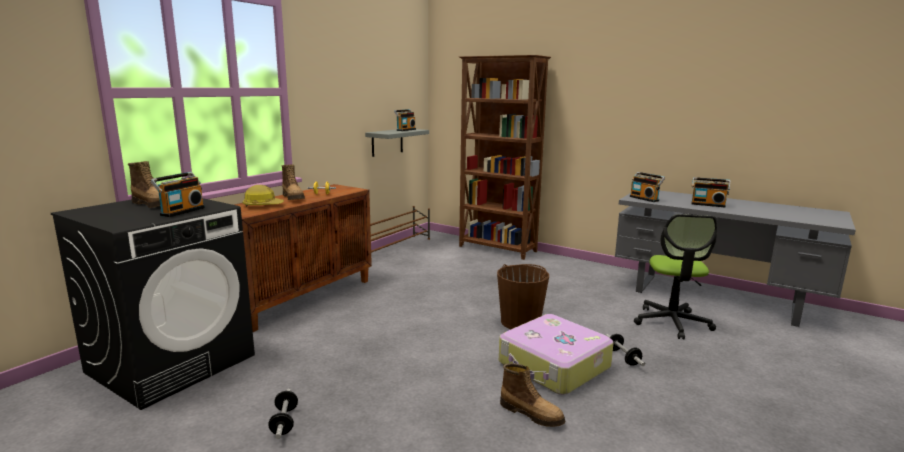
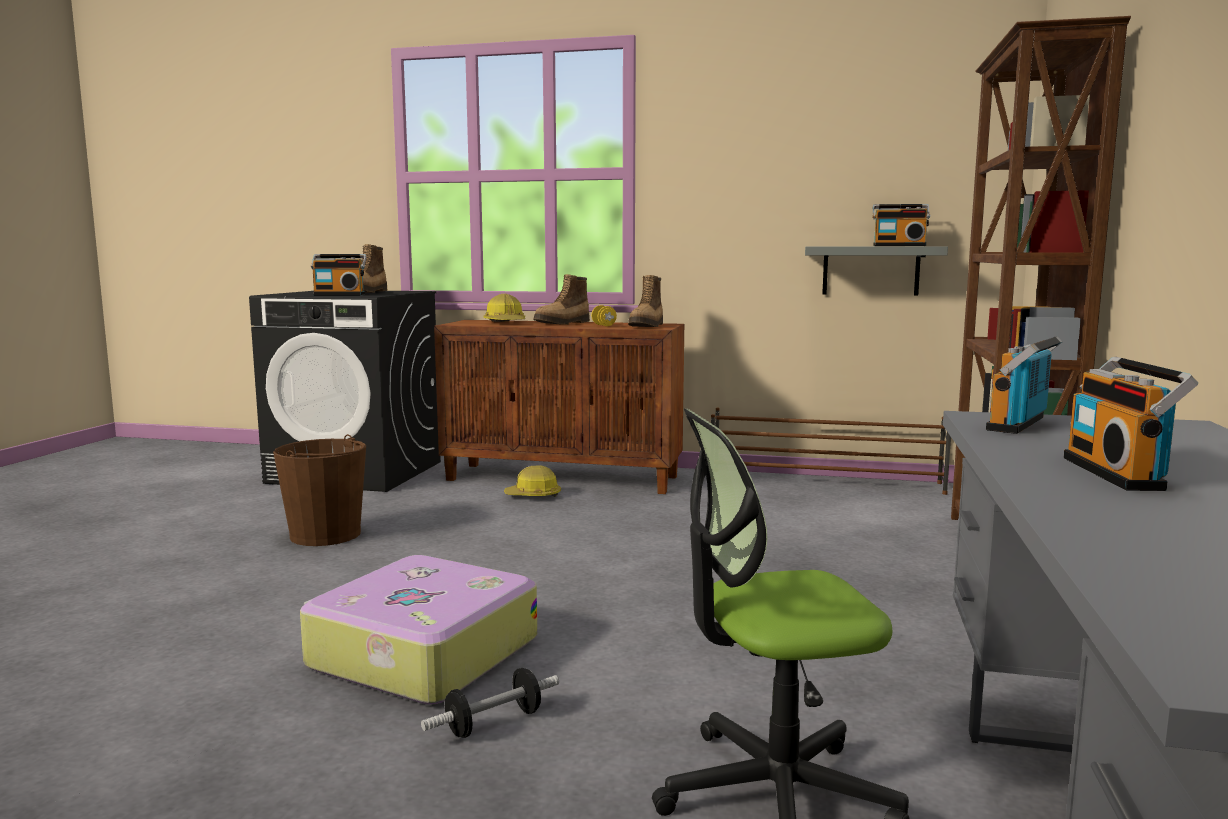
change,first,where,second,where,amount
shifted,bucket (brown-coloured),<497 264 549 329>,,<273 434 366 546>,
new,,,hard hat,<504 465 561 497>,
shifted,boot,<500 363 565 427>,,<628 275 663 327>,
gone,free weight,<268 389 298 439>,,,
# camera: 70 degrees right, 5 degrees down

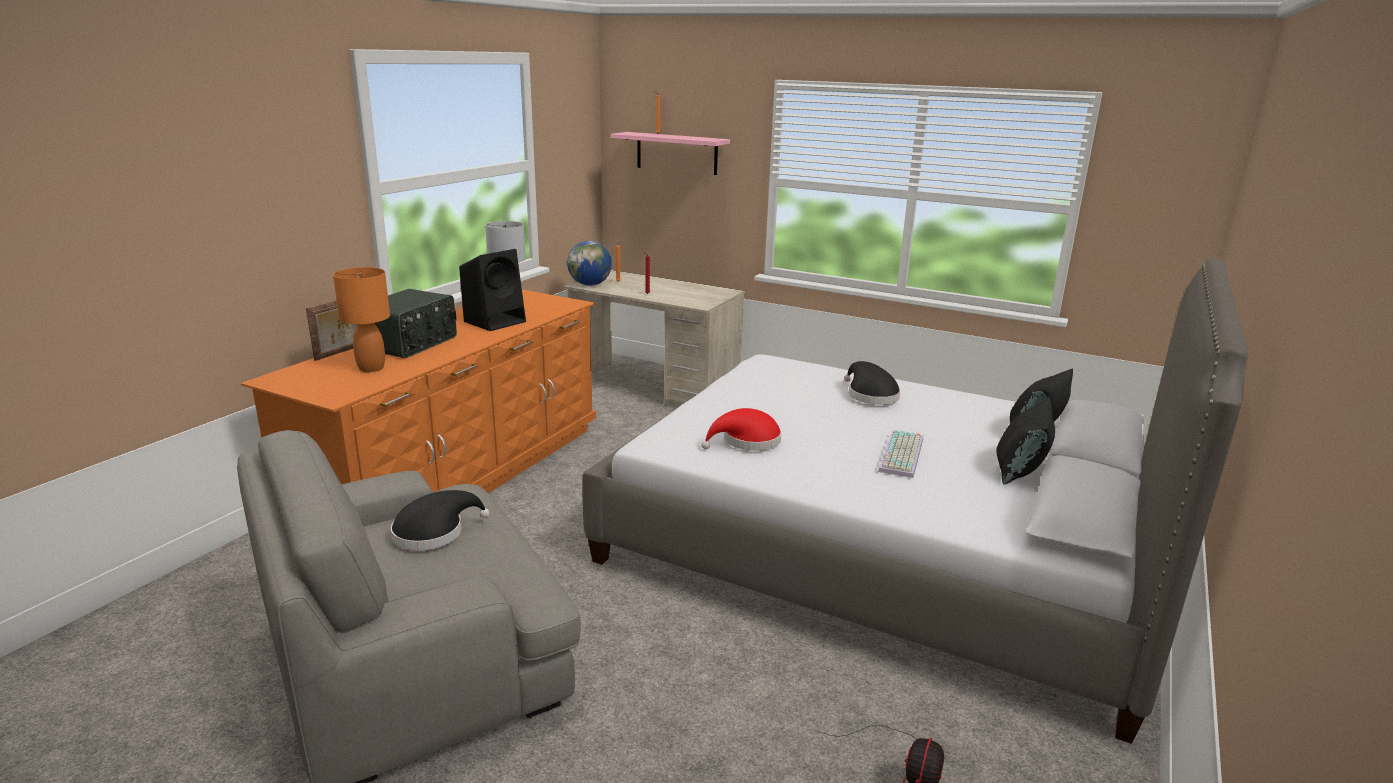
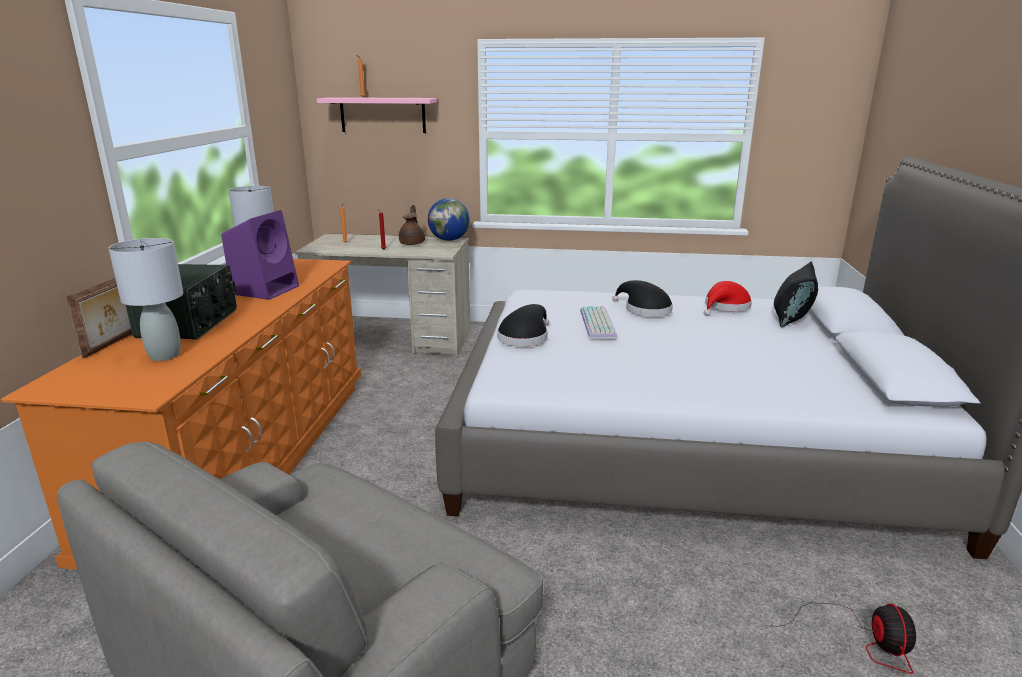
change,first,where,second,where,amount
repainted,tabletop lamp (orangey),<333 267 390 372>,tabletop lamp (grey),<109 238 183 361>,
repainted,speaker (blackish),<459 249 526 331>,speaker (purplish),<221 210 299 300>,
new,,,teapot (brown-coloured),<399 205 425 245>,
shifted,world globe,<567 241 612 286>,,<428 198 470 241>,
shifted,clothing hat (blackish),<391 490 490 551>,,<497 304 549 346>,
shifted,PC keyboard,<878 430 923 478>,,<580 306 617 338>,
shifted,clothing hat (red),<701 408 782 451>,,<704 281 752 316>,
gone,pillow (blackish),<997 396 1055 485>,,,
# camera: 20 degrees left, 0 degrees up

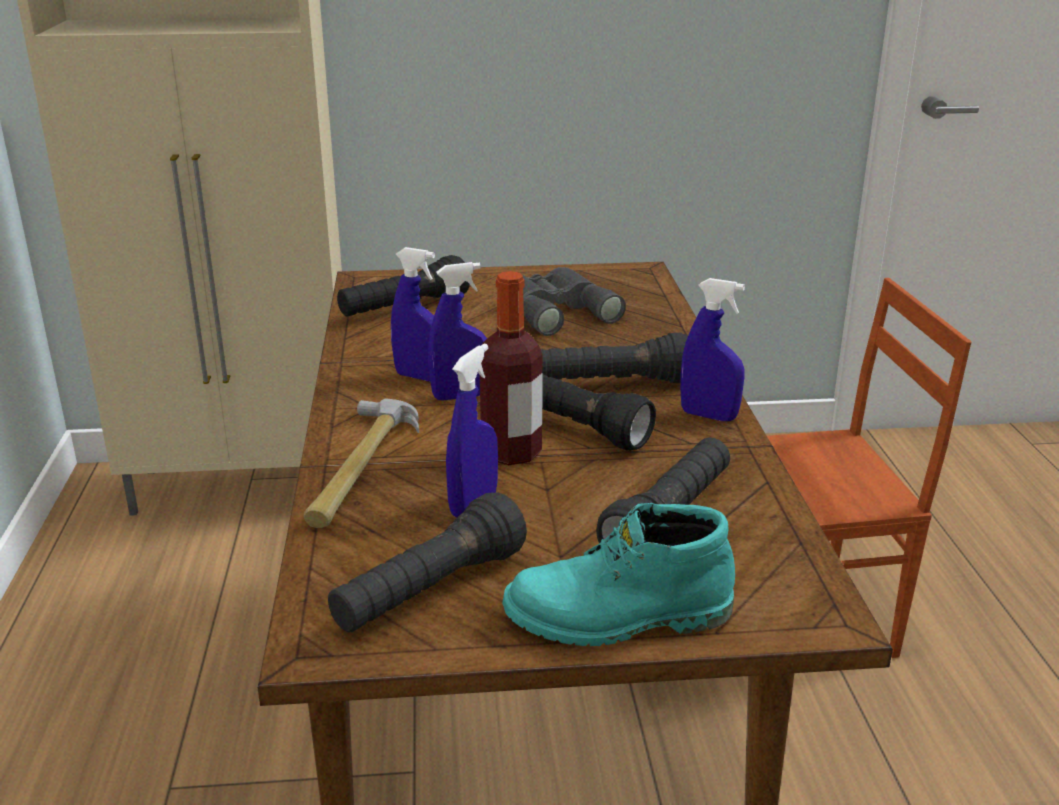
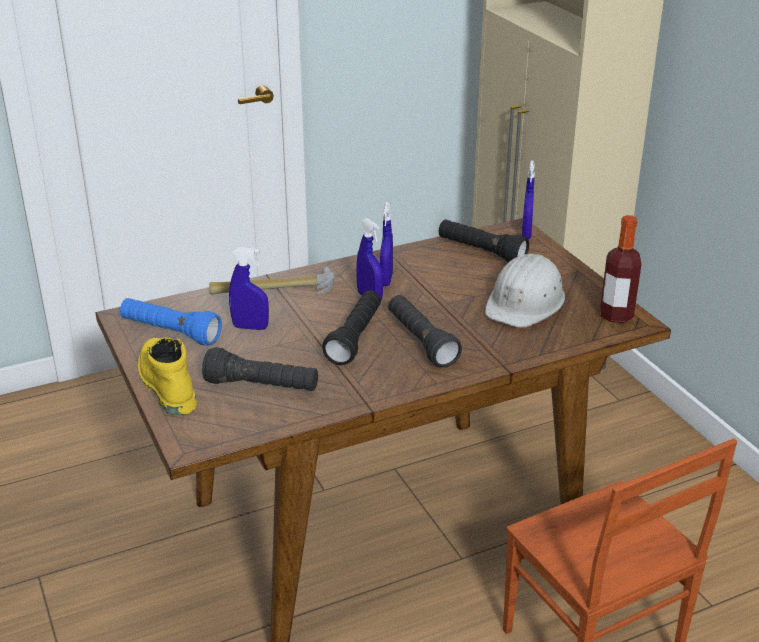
change,first,where,second,where,amount
repainted,flashlight (blackish),<328 492 527 632>,flashlight (blue-coloured),<120 298 222 346>,
repainted,boot (blue-green),<502 502 735 646>,boot (yellow),<138 337 197 415>,
swapped,field glasses (grey),<522 267 626 336>,hard hat (white),<485 254 565 328>,
shifted,hand sprayer (blue-coloured),<680 278 745 421>,,<522 160 535 239>,
shifted,bottle,<480 271 543 465>,,<600 215 641 323>,
# camera: 70 degrees right, 5 degrees up

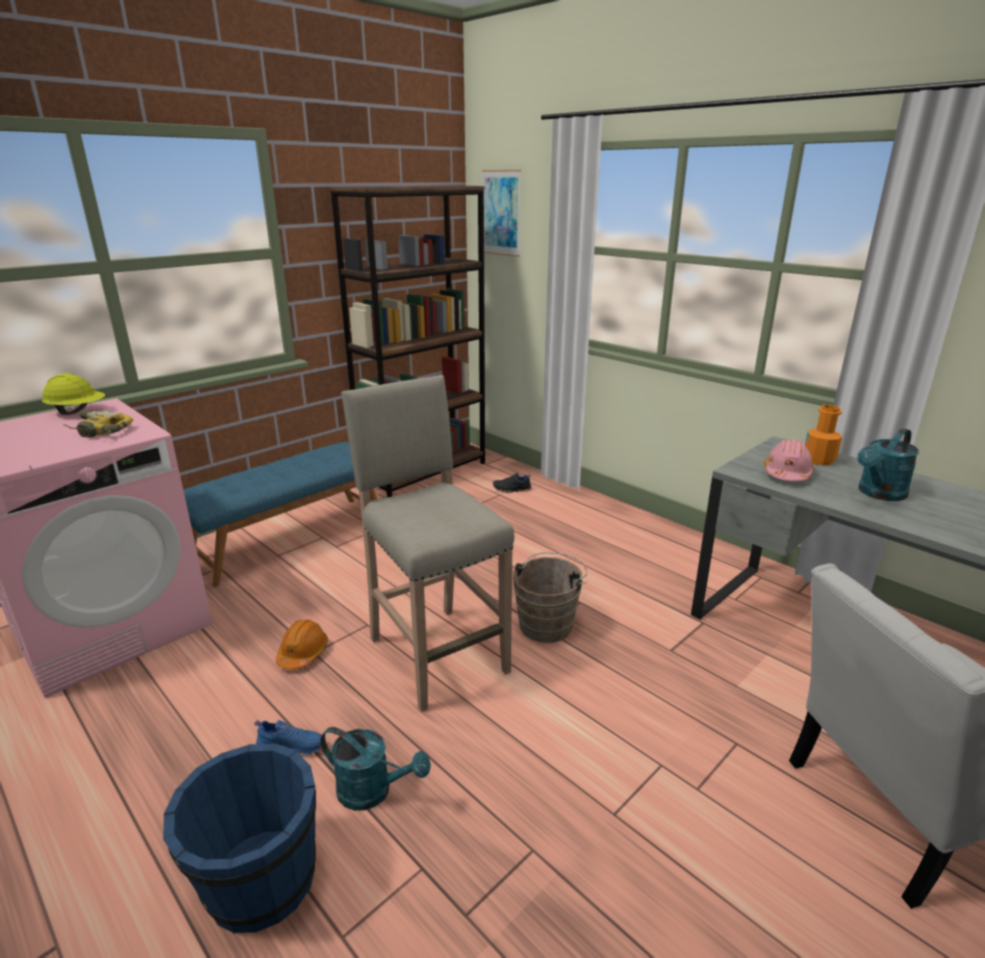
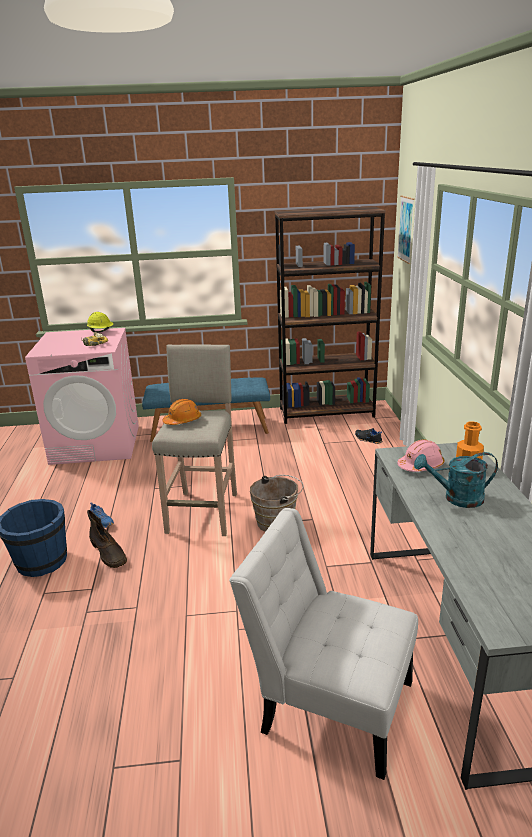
change,first,where,second,where,amount
swapped,watering can (blue-green),<320 727 431 810>,boot (brown-coloured),<87 510 127 568>,
shifted,hard hat (orangey),<276 619 328 670>,,<163 399 201 425>,
# camera: 40 degrees right, 0 degrees up

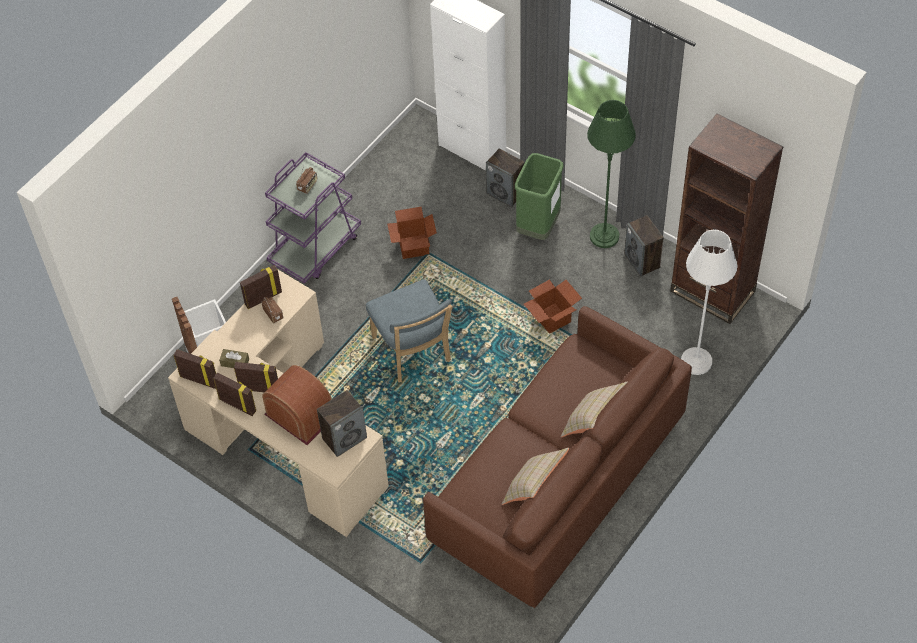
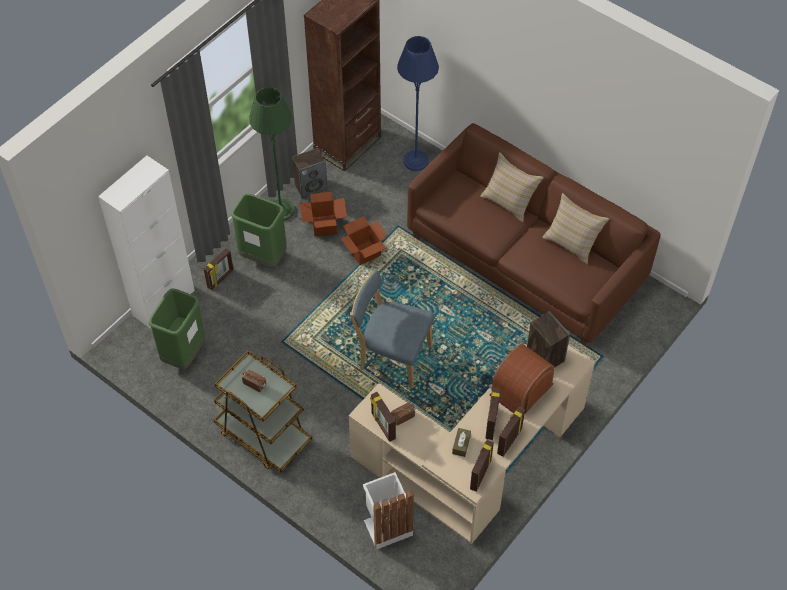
change,first,where,second,where,amount
new,,,rubbish bin (green-coloured),<149 289 205 369>,
swapped,speaker,<486 148 525 207>,picture frame,<204 248 233 290>,
repainted,wheeled cart (purplish),<265 152 361 284>,wheeled cart (brown-coloured),<214 350 312 472>,
shifted,carton,<387 207 437 259>,,<300 192 347 237>,
rotated,chair (blue-coloured),<366 280 452 382>,,<350 270 434 388>,135 degrees counterclockwise
repainted,standard lamp (white),<681 230 738 375>,standard lamp (blue-coloured),<397 36 439 171>,
# camera: 90 degrees left, 0 degrees up

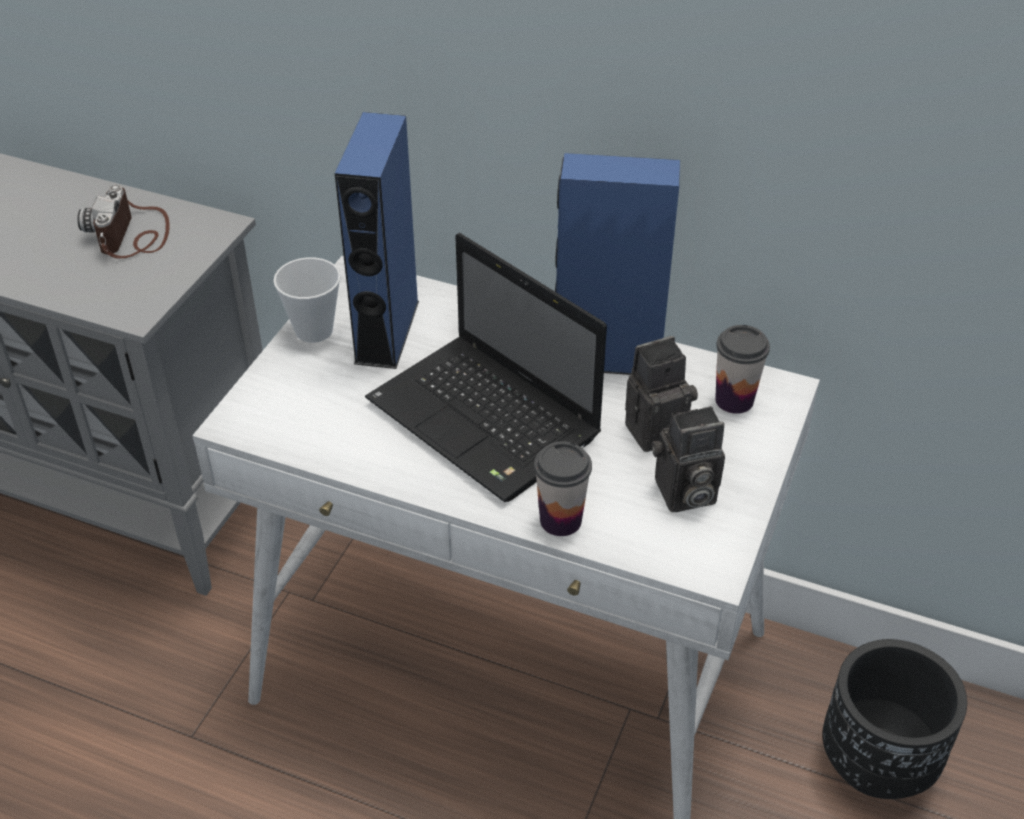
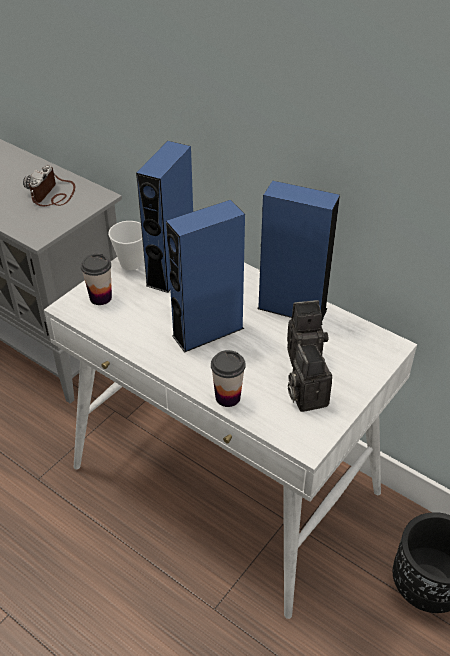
change,first,where,second,where,amount
shifted,drinking cup,<715 325 770 414>,,<81 254 112 305>,
swapped,laptop,<365 233 607 502>,speaker (blue-coloured),<166 200 245 353>,
rotated,still camera,<652 406 725 512>,,<288 343 332 412>,75 degrees clockwise
# camera: 15 degrees right, 0 degrees up

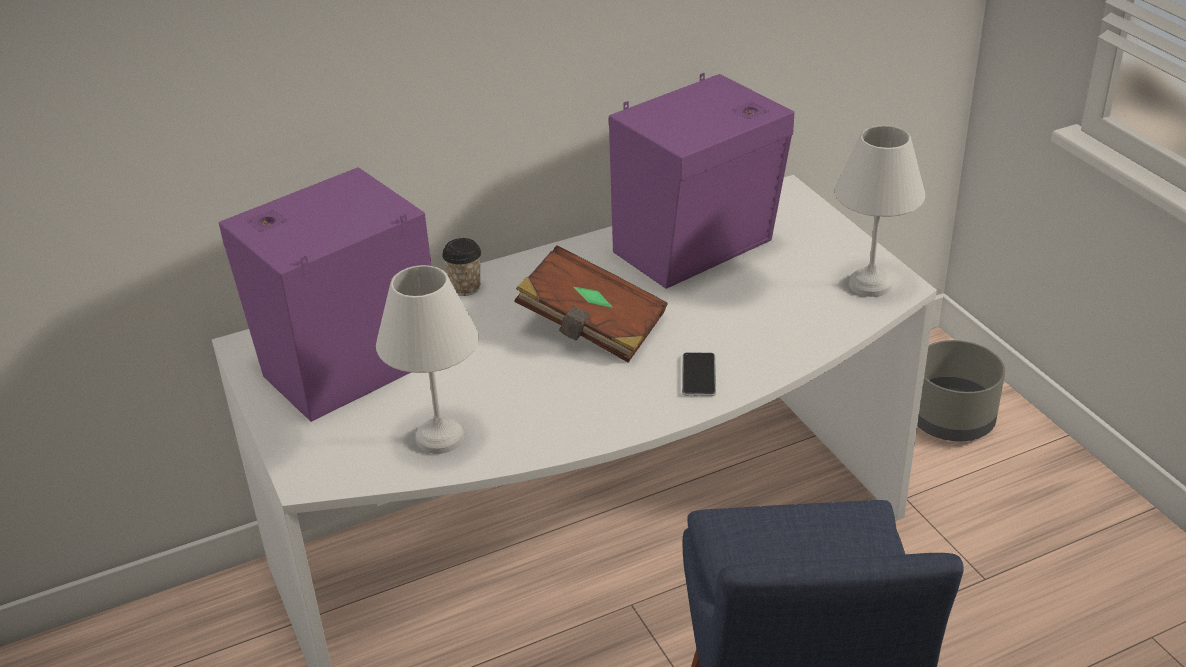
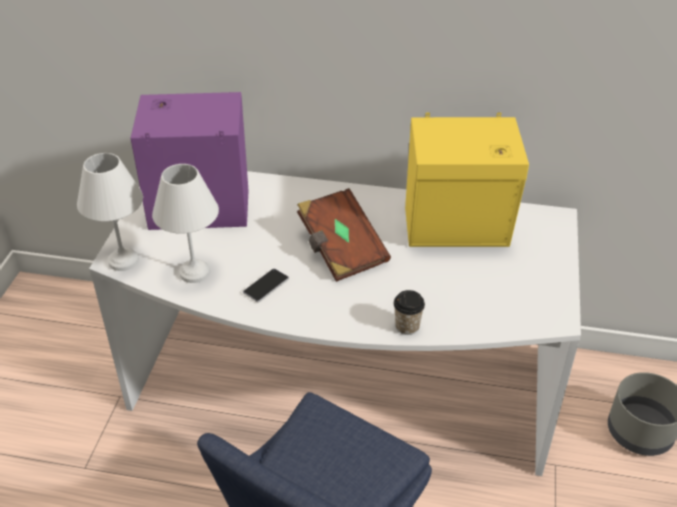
change,first,where,second,where,amount
shifted,tabletop lamp (white),<834 125 925 297>,,<77 153 143 271>,
shifted,phone,<682 353 716 396>,,<243 269 289 302>,
shifted,drinking cup,<442 238 481 296>,,<394 290 425 335>,
repainted,speaker (purplish),<609 73 795 289>,speaker (yellow),<405 112 529 247>,
# camera: 35 degrees right, 5 degrees up

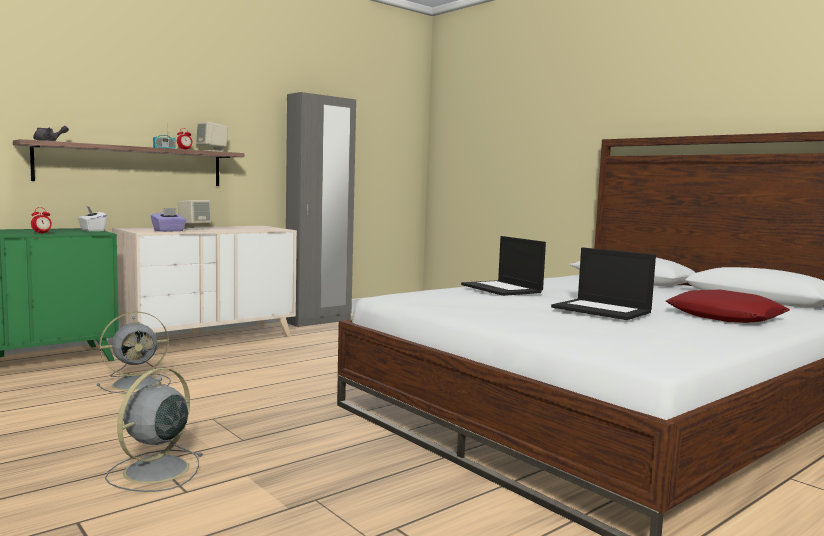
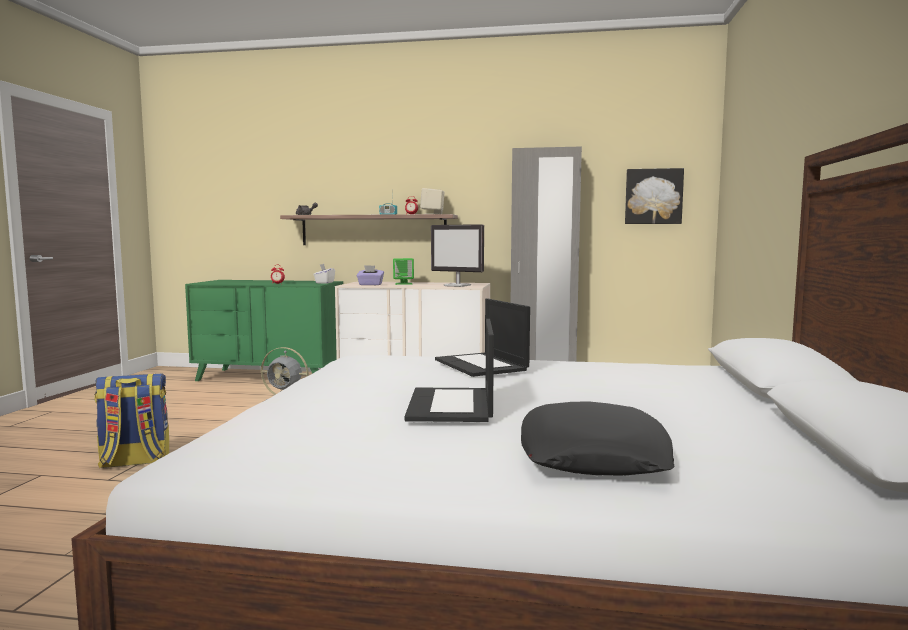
change,first,where,second,where,amount
swapped,electric fan (grey),<105 368 204 492>,backpack,<94 373 169 468>,
repainted,speaker (beige),<178 200 211 230>,speaker (green-coloured),<393 258 414 285>,
new,,,monitor,<431 224 484 287>,
rotated,laptop,<461 236 546 296>,,<435 298 530 377>,45 degrees counterclockwise
repainted,pillow (red),<666 290 790 323>,pillow (blackish),<521 401 675 476>,
new,,,picture,<625 168 684 224>,
# camera: 50 degrees right, 0 degrees up

